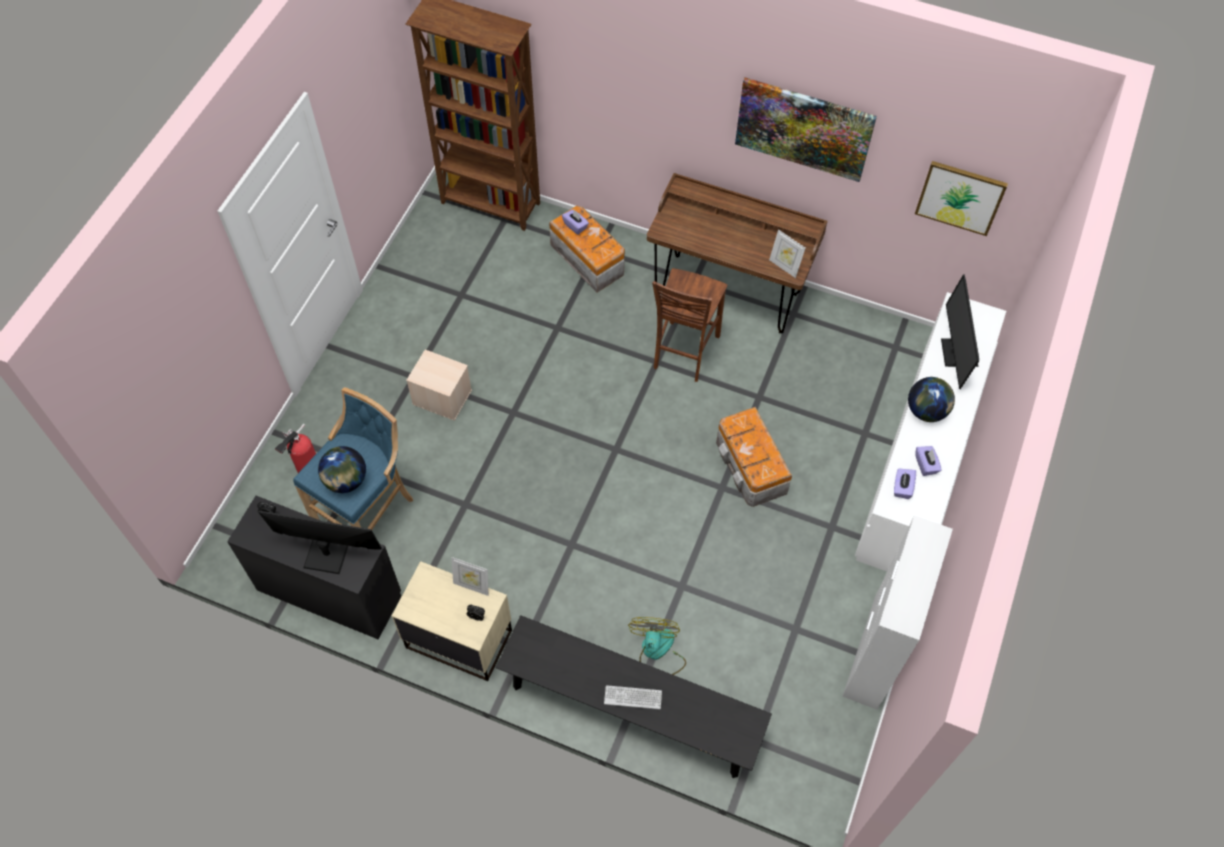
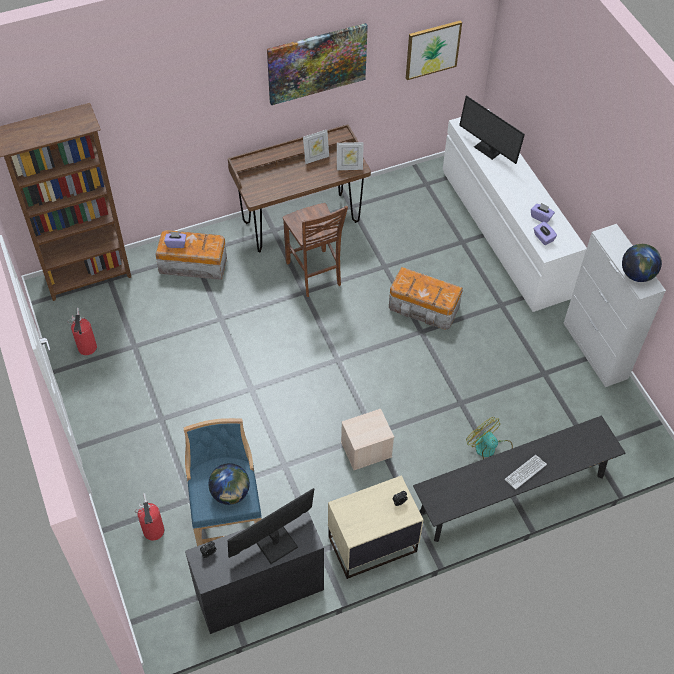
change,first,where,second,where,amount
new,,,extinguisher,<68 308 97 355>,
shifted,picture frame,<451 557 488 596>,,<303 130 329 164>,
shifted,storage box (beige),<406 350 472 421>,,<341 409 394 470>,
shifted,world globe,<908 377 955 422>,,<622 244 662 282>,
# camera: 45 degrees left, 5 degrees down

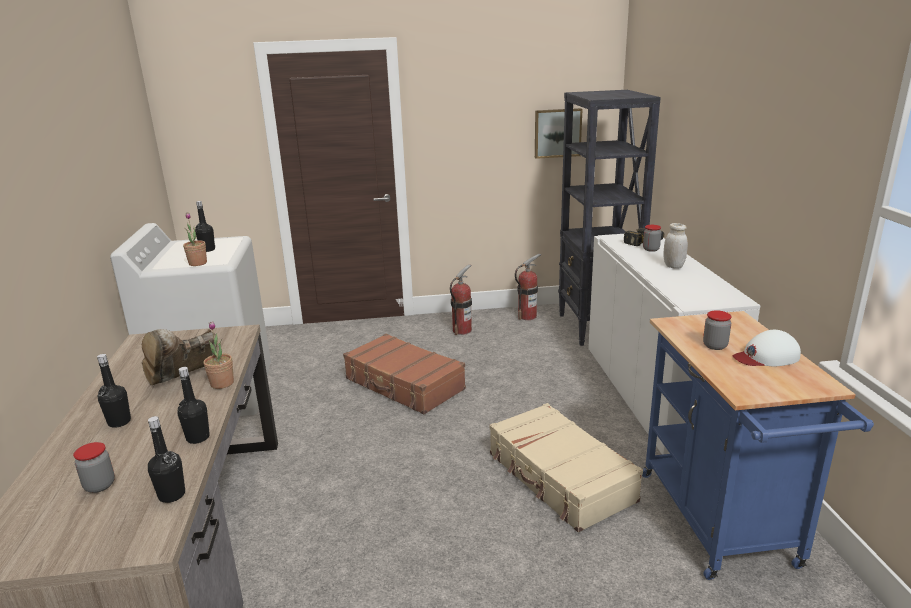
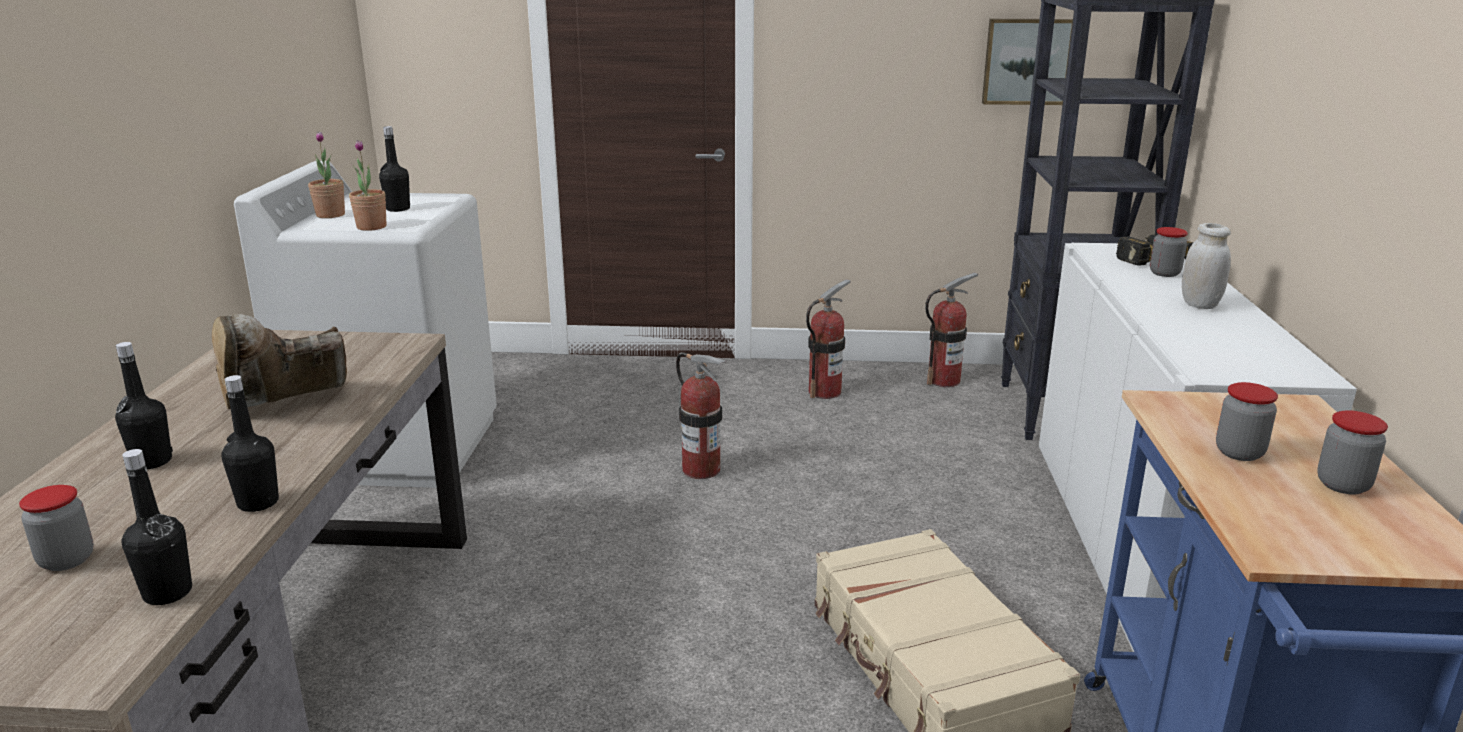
change,first,where,second,where,amount
shifted,plant in a pot,<203 321 234 389>,,<308 131 345 218>,
swapped,suitcase (brown-coloured),<343 334 466 414>,extinguisher,<676 352 726 479>,
swapped,cap (white),<733 330 801 367>,storage jar,<1317 410 1388 495>,
# camera: 10 degrees right, 0 degrees up

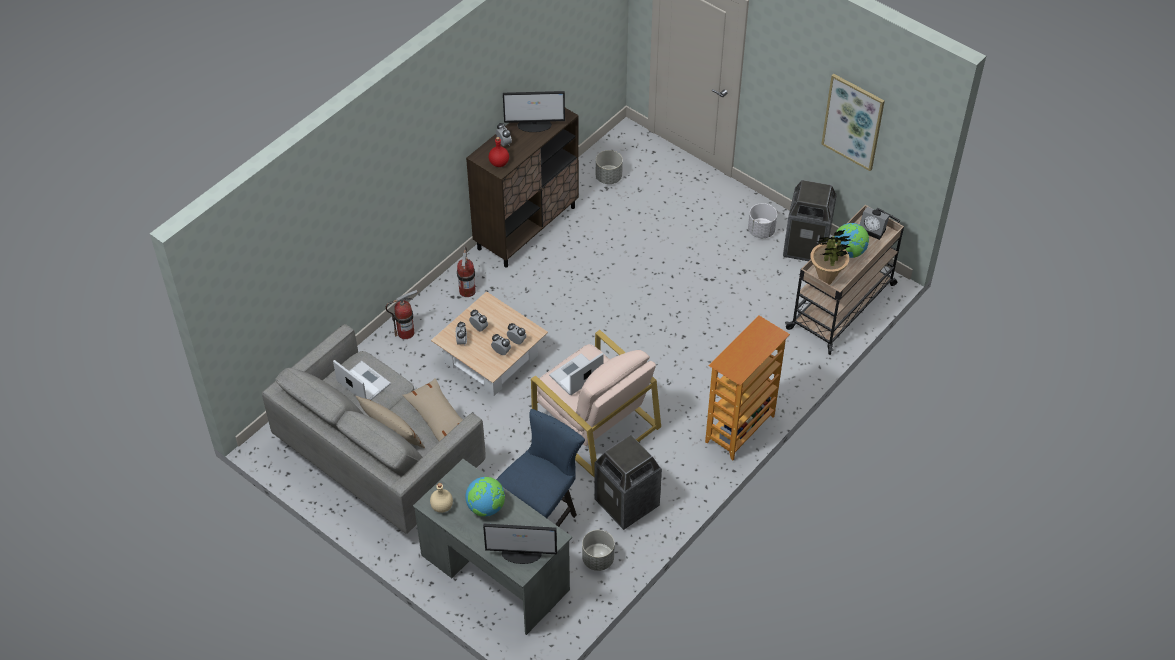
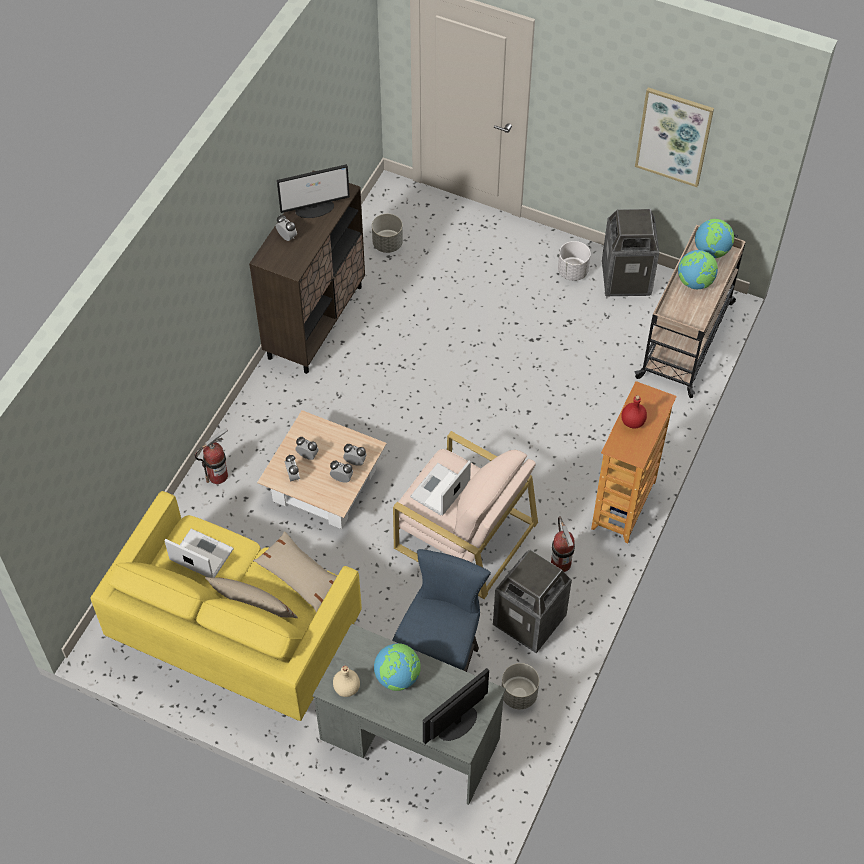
change,first,where,second,where,amount
repainted,settee (grey),<262 324 486 534>,settee (yellow),<90 491 362 721>,
rotated,monitor,<483 524 557 564>,,<423 668 489 744>,150 degrees clockwise
shifted,extinguisher,<457 246 476 297>,,<551 516 575 572>,
shifted,bottle (red),<489 137 509 167>,,<622 395 647 428>,
swapped,alarm clock,<860 207 890 240>,world globe,<695 219 734 258>,
gone,plant in a pot,<810 230 851 285>,,,
# camera: 15 degrees left, 5 degrees up

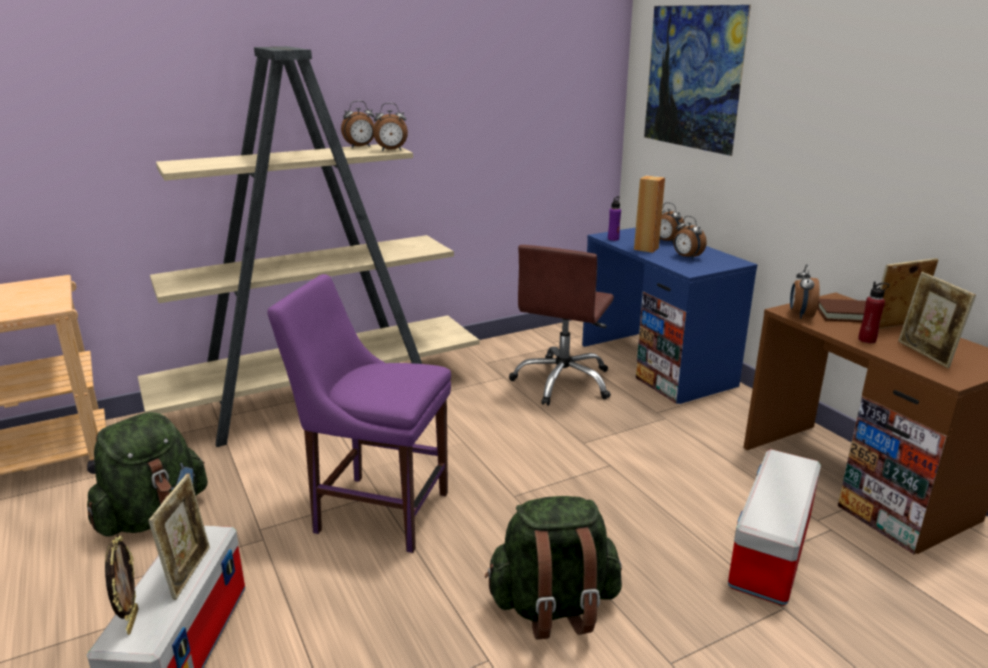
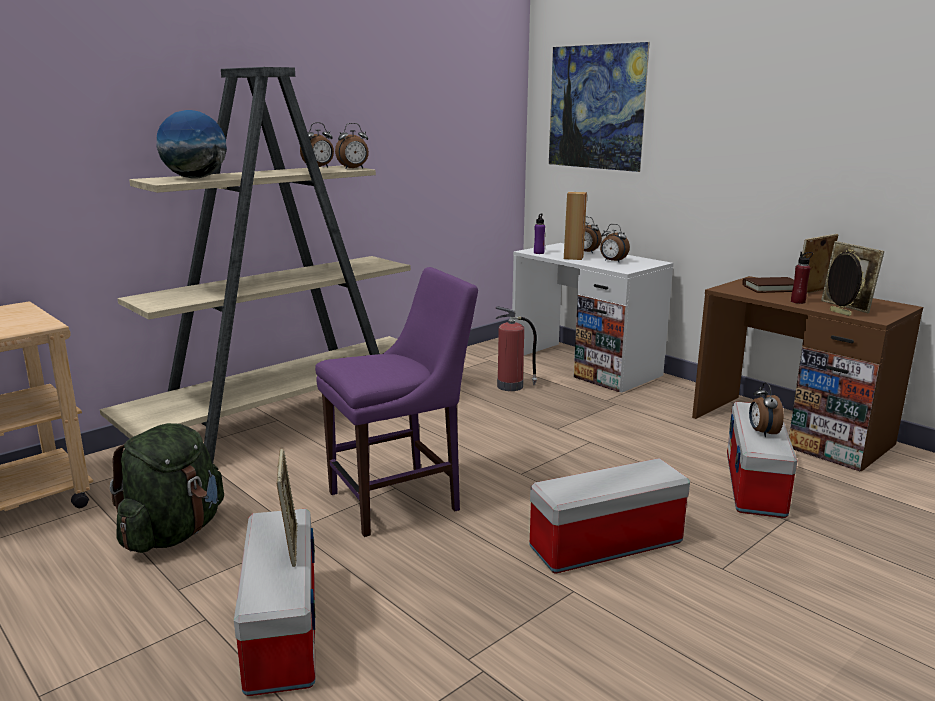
change,first,where,second,where,amount
new,,,world globe,<157 110 227 178>,
rotated,chair (purplish),<267 274 451 553>,,<315 267 478 537>,150 degrees clockwise
swapped,office chair (brown-coloured),<509 245 614 406>,extinguisher,<495 306 537 391>,
repainted,desk (blue-coloured),<582 227 757 404>,desk (white),<512 243 674 392>,
swapped,backpack (green-coloured),<485 496 622 640>,storage box,<530 458 690 574>,
shifted,alarm clock,<790 264 820 319>,,<749 382 784 437>,
shifted,picture frame,<105 535 138 635>,,<828 249 865 316>,
# camera: 15 degrees left, 5 degrees down

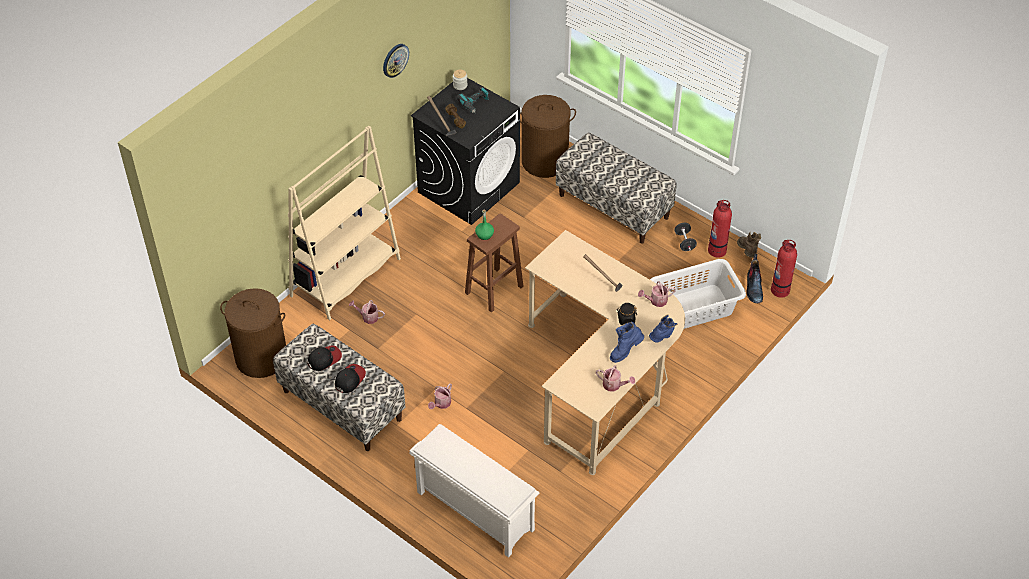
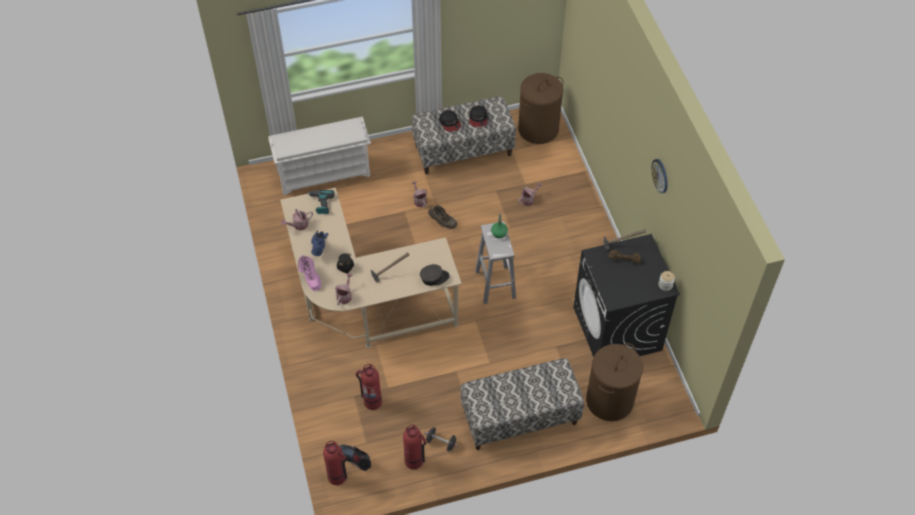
change,first,where,second,where,amount
repainted,boot (blue-coloured),<649 315 677 343>,boot (pinkish),<298 255 321 291>,
shifted,electric drill,<457 87 489 113>,,<307 190 335 214>,
swapped,laundry basket (grey),<650 259 746 329>,extinguisher,<356 364 382 410>,
new,,,cap (grey),<420 264 450 286>,
shifted,boot (brown-coloured),<737 232 761 258>,,<428 205 457 229>,
repainted,sitting stool (brown-coloured),<465 213 524 313>,sitting stool (white),<475 221 516 304>,
gone,bookshelf (beige),<288 126 401 320>,,,
# camera: 125 degrees right, 5 degrees up

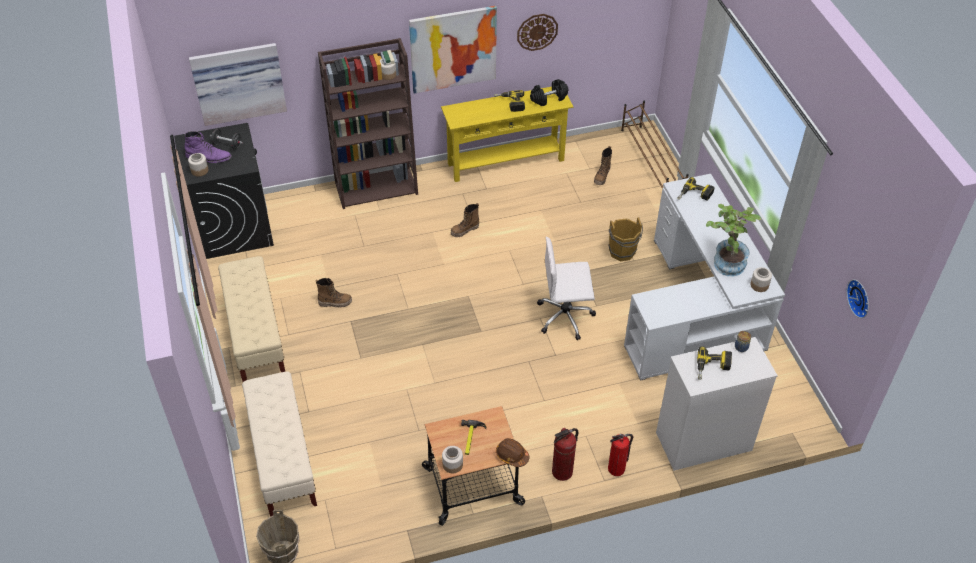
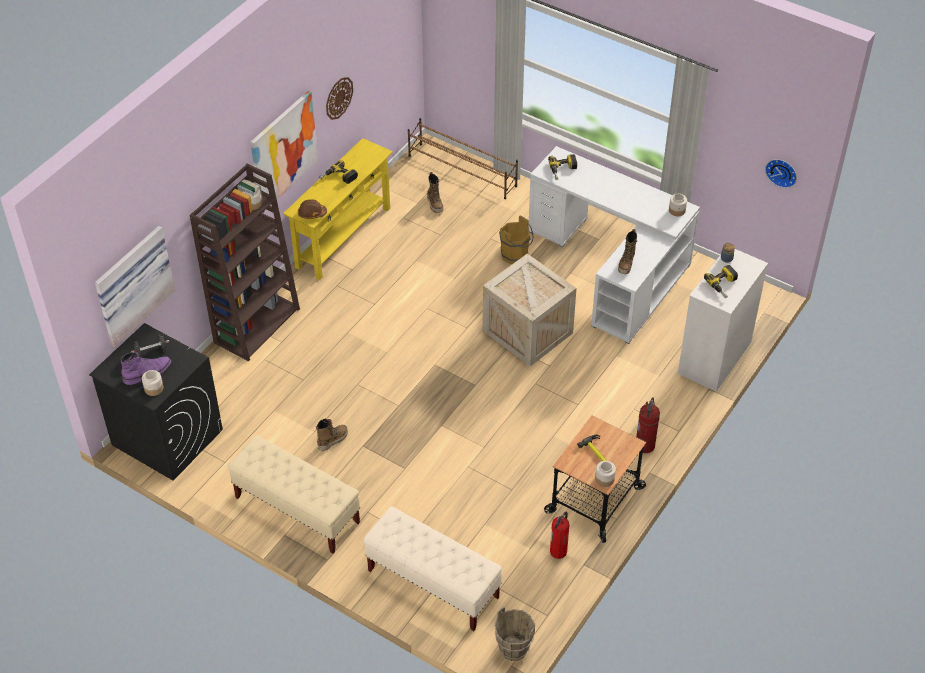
change,first,where,second,where,amount
shifted,hard hat (brown-coloured),<496 438 529 467>,,<298 199 327 219>,
swapped,office chair (white),<537 237 596 340>,packing crate,<483 254 577 366>,
shifted,extinguisher,<608 434 633 476>,,<550 512 570 559>,
shifted,boot,<451 203 479 237>,,<618 229 637 274>,
gone,free weight (blackish),<530 79 568 106>,,,
gone,plant in a pot,<706 204 761 277>,,,
# camera: 40 degrees left, 0 degrees up

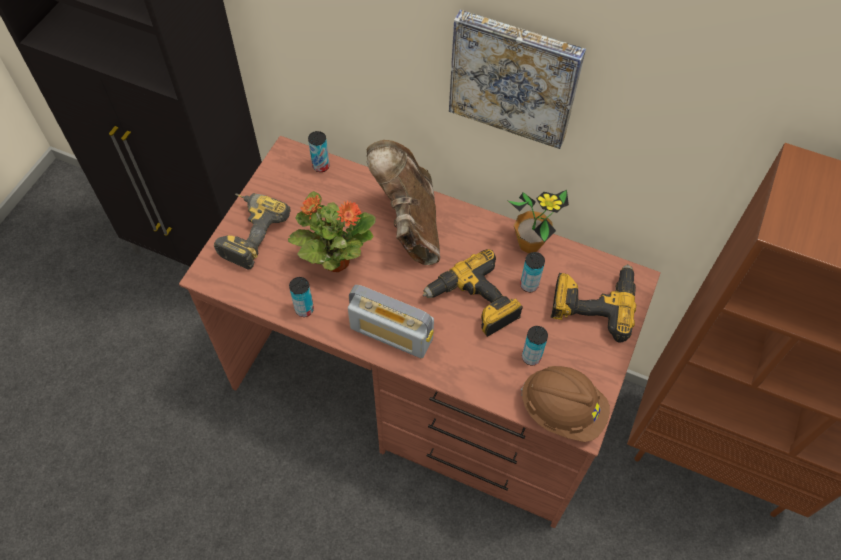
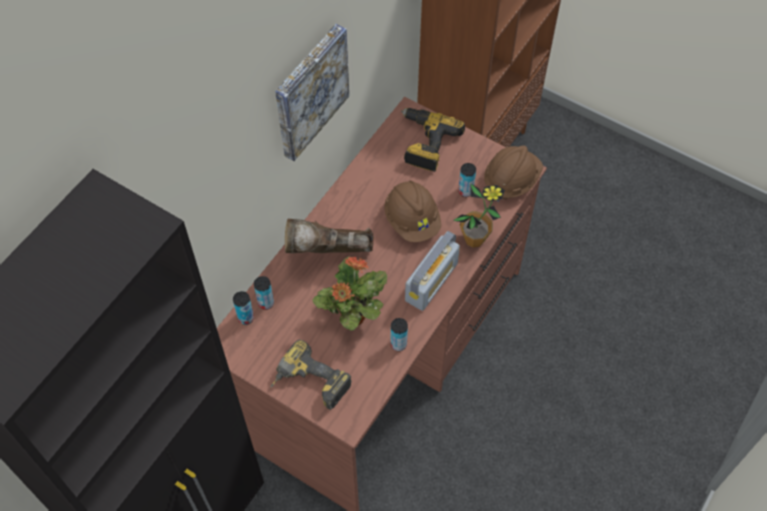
change,first,where,second,where,amount
shifted,can,<520 252 545 292>,,<254 276 274 310>,
swapped,electric drill,<423 249 523 337>,hard hat (brown-coloured),<384 181 441 242>,
shifted,plant in a pot,<508 190 569 253>,,<453 183 505 247>,
# camera: 80 degrees left, 0 degrees up

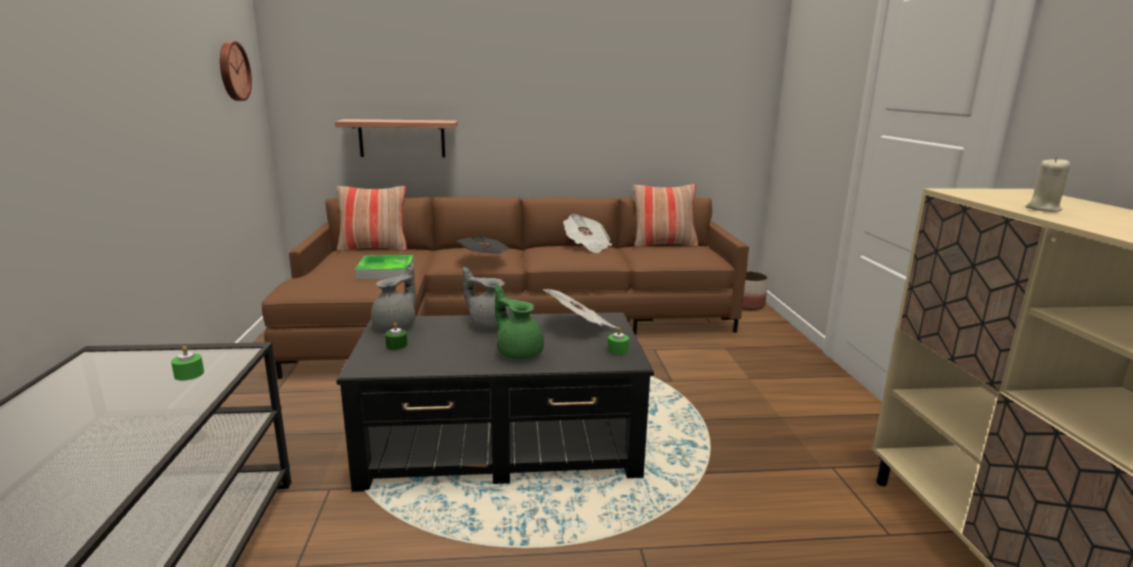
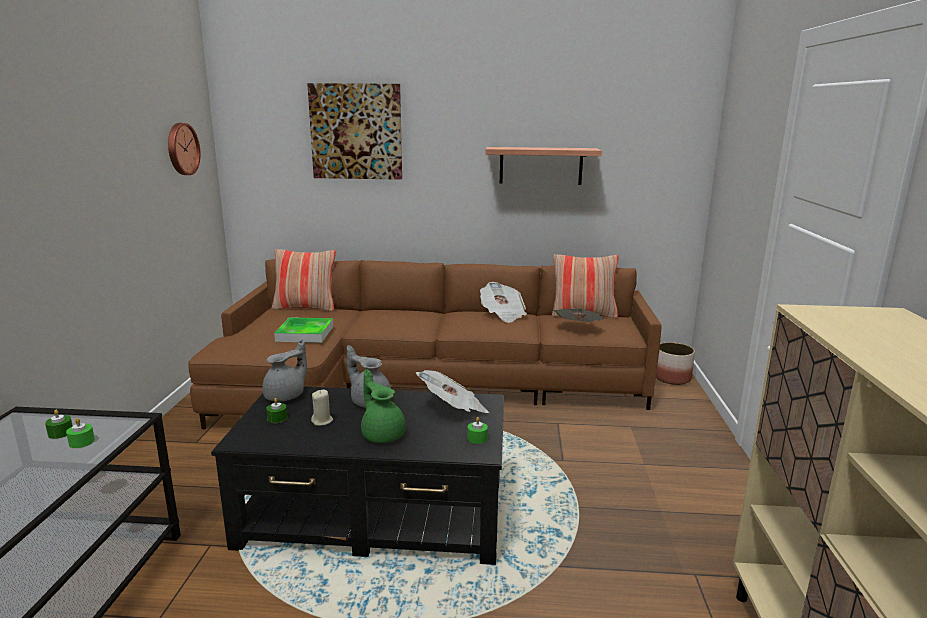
change,first,where,second,where,amount
new,,,wax candle (green-coloured),<45 410 73 439>,
new,,,picture,<307 83 402 180>,
shifted,wax candle (beige),<1025 157 1070 212>,,<311 390 333 426>,
shifted,bracket shelf,<335 119 458 158>,,<486 147 602 185>,
shifted,daily paper,<456 237 509 254>,,<553 309 604 322>,
# camera: 10 degrees right, 0 degrees up

